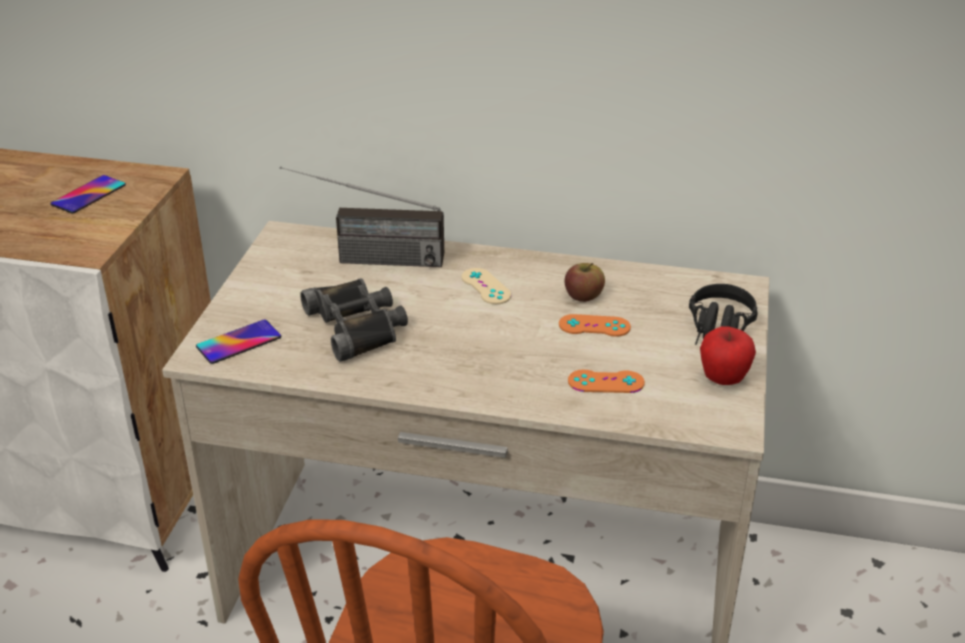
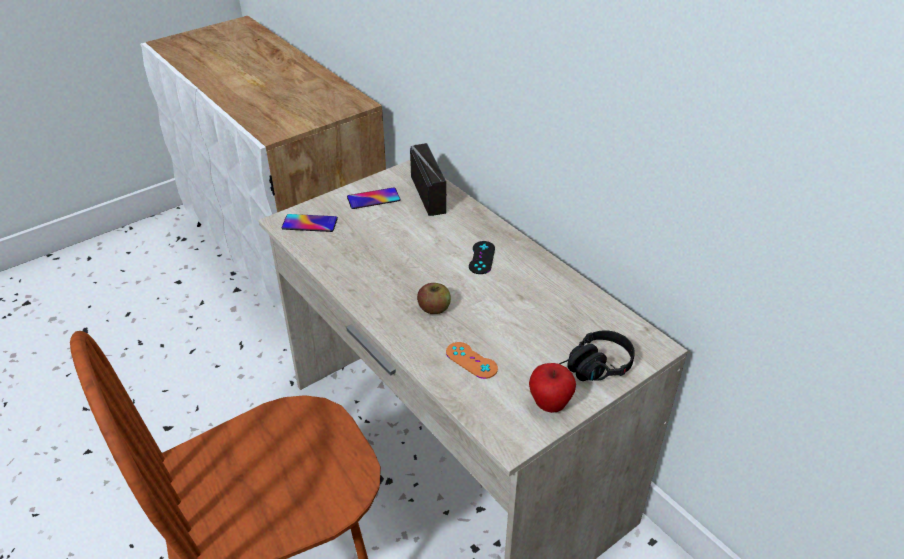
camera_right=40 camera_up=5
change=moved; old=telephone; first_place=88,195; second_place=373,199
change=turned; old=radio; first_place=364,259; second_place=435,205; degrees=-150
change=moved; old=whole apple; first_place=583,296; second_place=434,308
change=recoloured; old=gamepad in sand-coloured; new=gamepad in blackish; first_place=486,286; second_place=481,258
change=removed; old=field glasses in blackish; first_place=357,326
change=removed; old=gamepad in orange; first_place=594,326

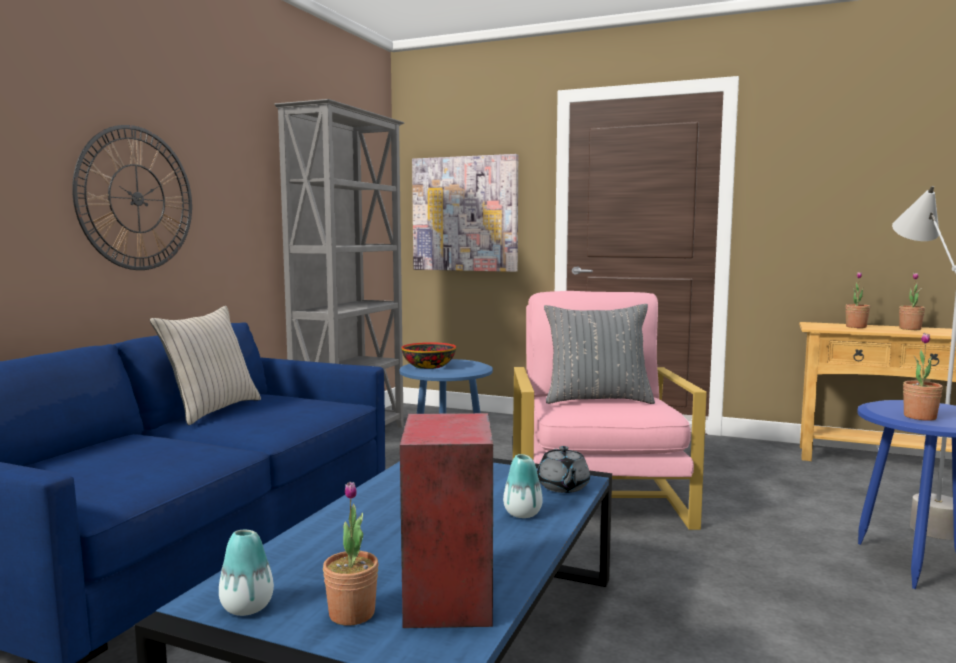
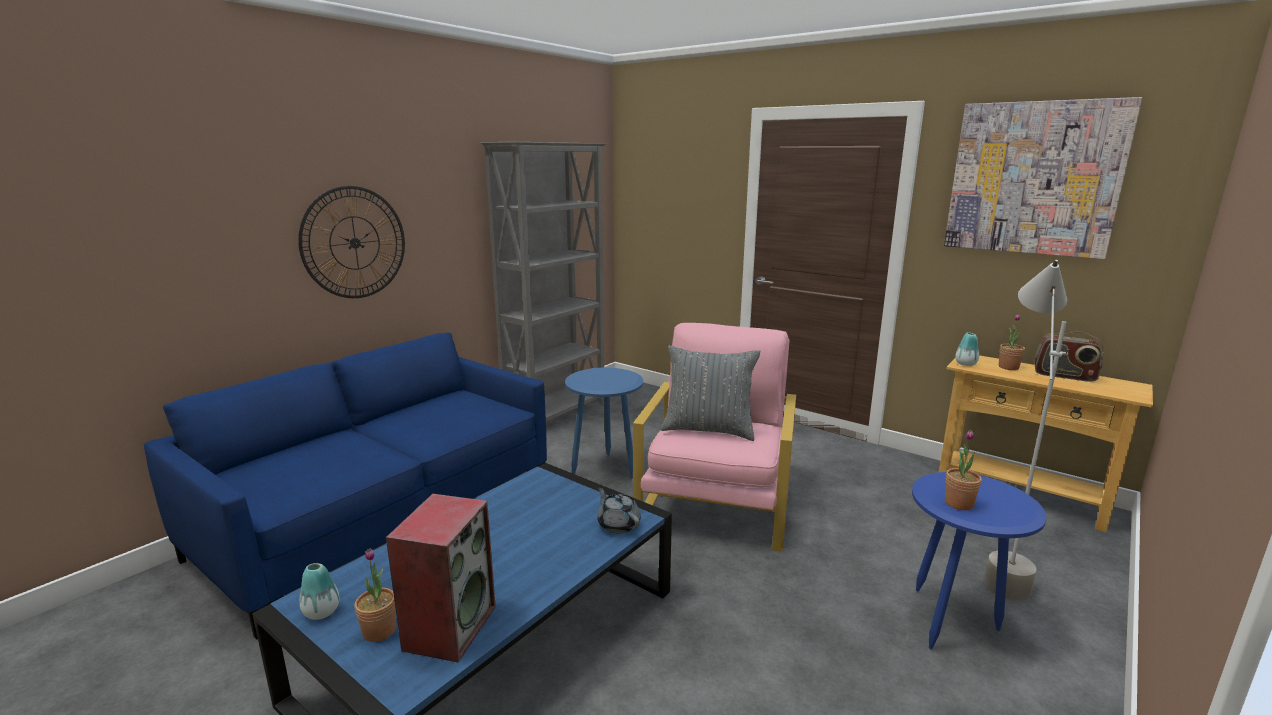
camera_right=15 camera_up=10
change=turned; old=tea pot in greyish; first_place=563,487; second_place=618,524; degrees=135
change=moved; old=wall picture; first_place=465,214; second_place=1034,178
change=moved; old=vase; first_place=522,514; second_place=965,364
change=replaced; old=plant in a pot; new=radio; first_place=910,329; second_place=1064,376
change=removed; old=throw pillow in sand-coloured; first_place=211,410
change=removed; old=serving bowl; first_place=429,366

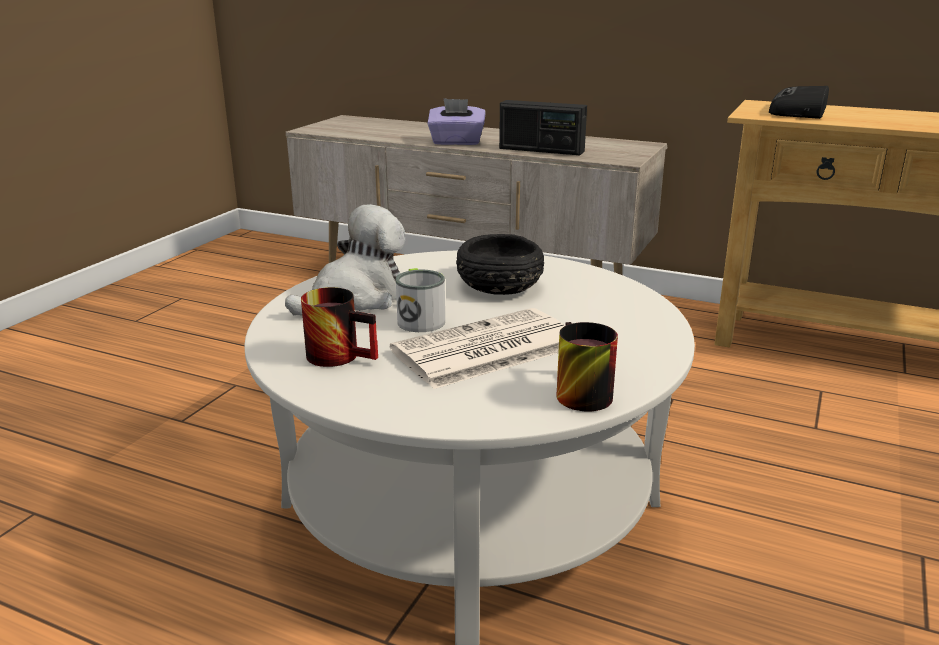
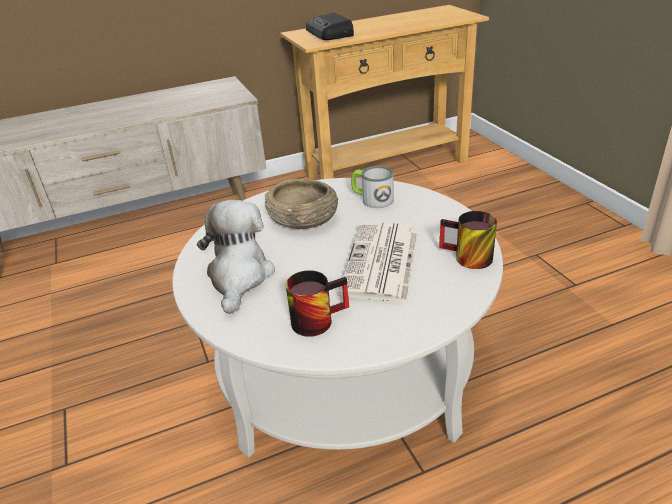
camera_right=-45 camera_up=10
change=recoloured; old=serving bowl in blackish; new=serving bowl in sand-coloured; first_place=498,284; second_place=302,218
change=moved; old=mug; first_place=419,318; second_place=372,199
change=removed; old=tissue box in purple-coloured; first_place=456,142
change=removed; old=radio; first_place=541,150

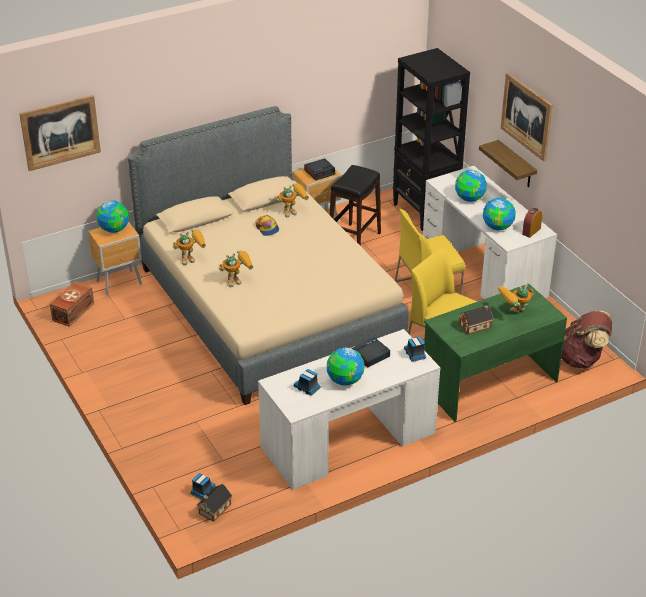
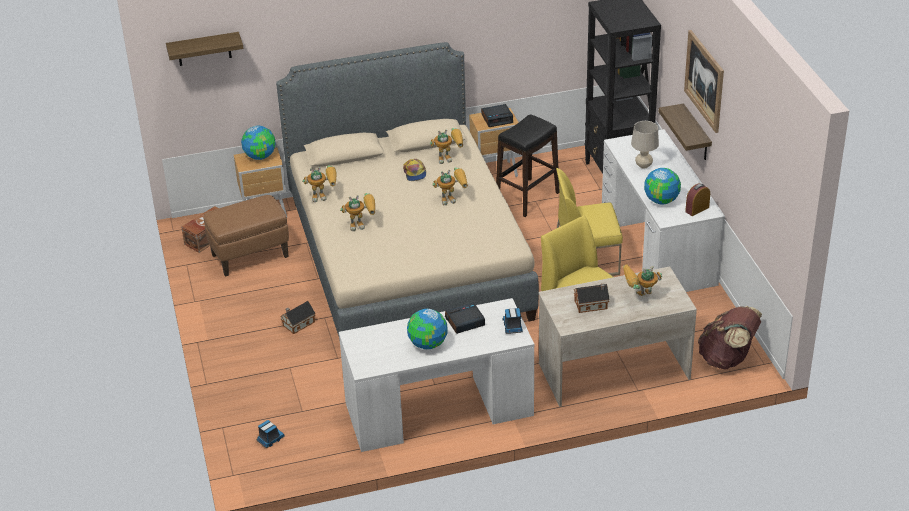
camera_right=15 camera_up=0
change=replaced; old=wall picture; new=bracket shelf; first_place=60,132; second_place=204,49
change=added; new=footrest in brown; second_place=250,256
change=moved; old=miniature house; first_place=214,509; second_place=297,324
change=added; new=model robot; second_place=452,198
change=recoloured; old=desk in greenish; new=desk in sand-coloured; first_place=489,383; second_place=613,370
change=replaced; old=globe; new=lamp for a table in sand-coloured; first_place=469,199; second_place=643,165
change=removed; old=toy lorry; first_place=307,388

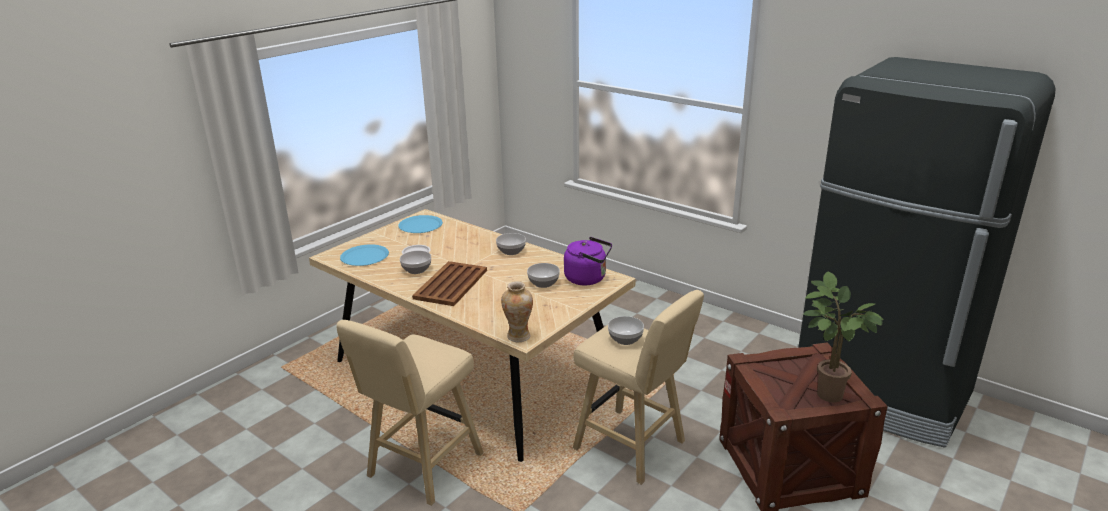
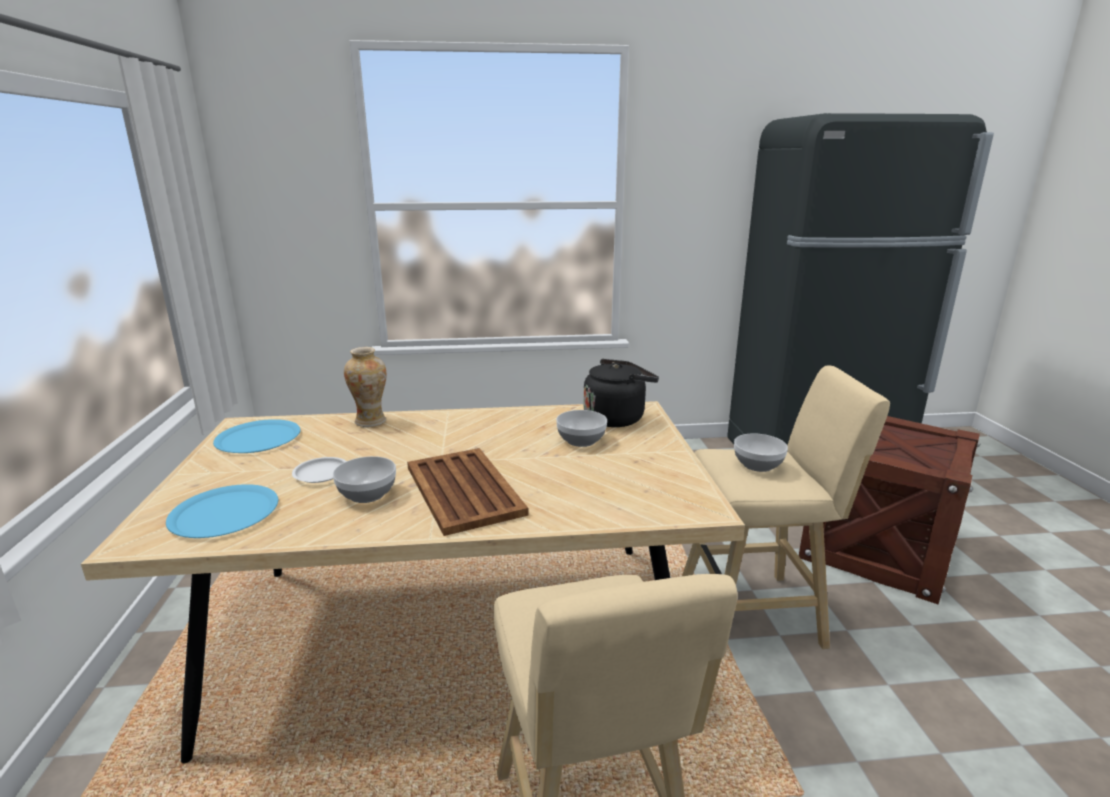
camera_right=-45 camera_up=-5
change=moved; old=vase; first_place=518,336; second_place=370,421
change=recoloured; old=water kettle in purple-coloured; new=water kettle in blackish; first_place=588,278; second_place=617,418
change=removed; old=serving bowl; first_place=511,251
change=removed; old=plant in a pot; first_place=824,394

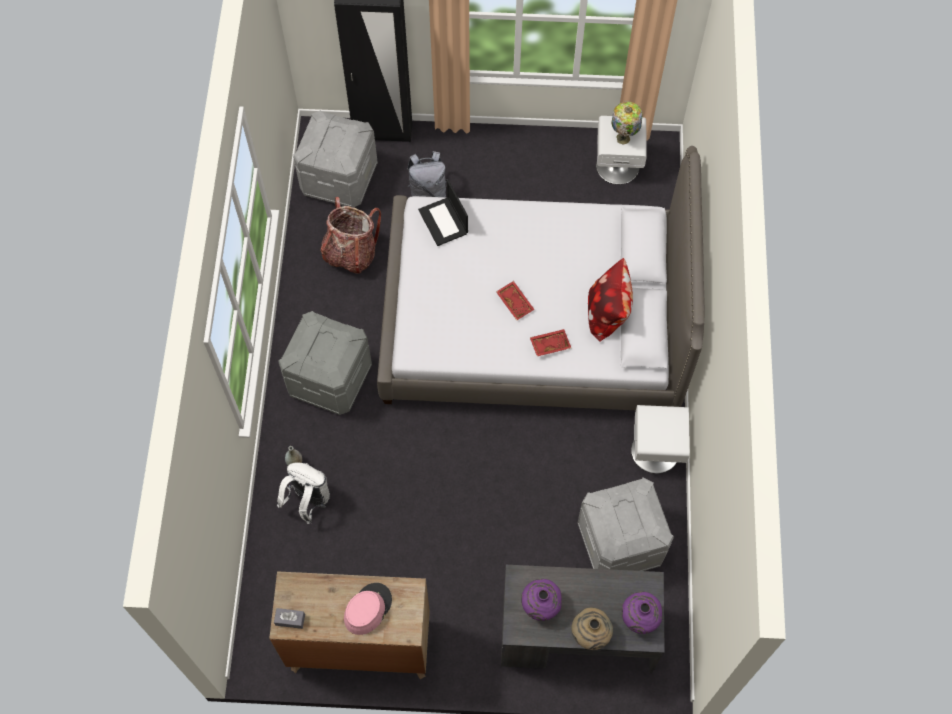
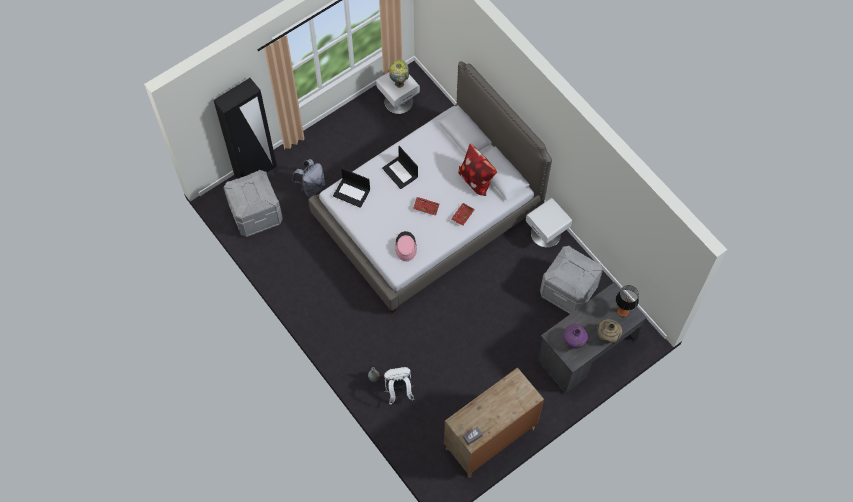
camera_right=-40 camera_up=0
change=added; new=notebook computer; second_place=400,172
change=moved; old=wearable hat in pinkish; first_place=367,608; second_place=405,246
change=replaced; old=vase in purple-coloured; new=lamp for a table; first_place=639,618; second_place=622,311
change=removed; old=storage box in greyish; first_place=329,378
change=removed; old=backpack; first_place=350,253

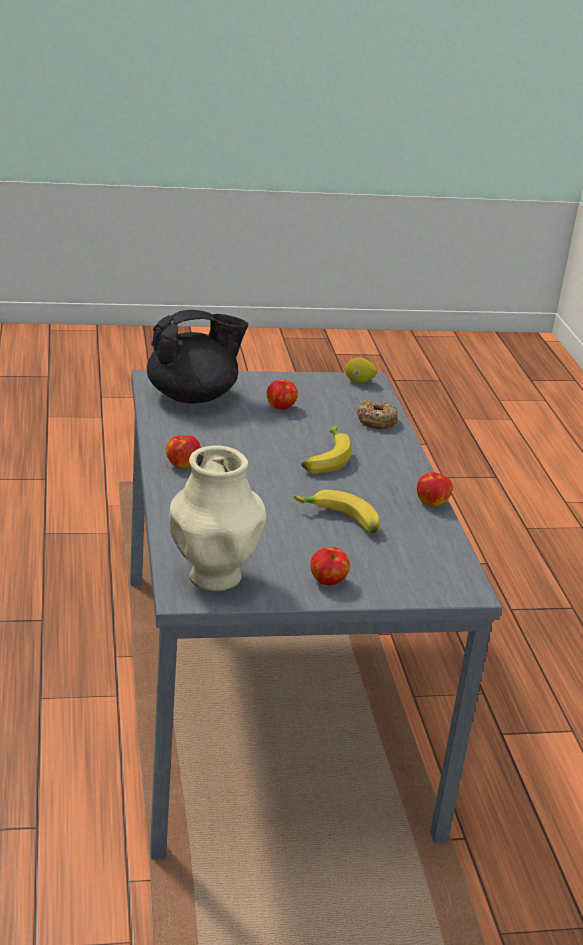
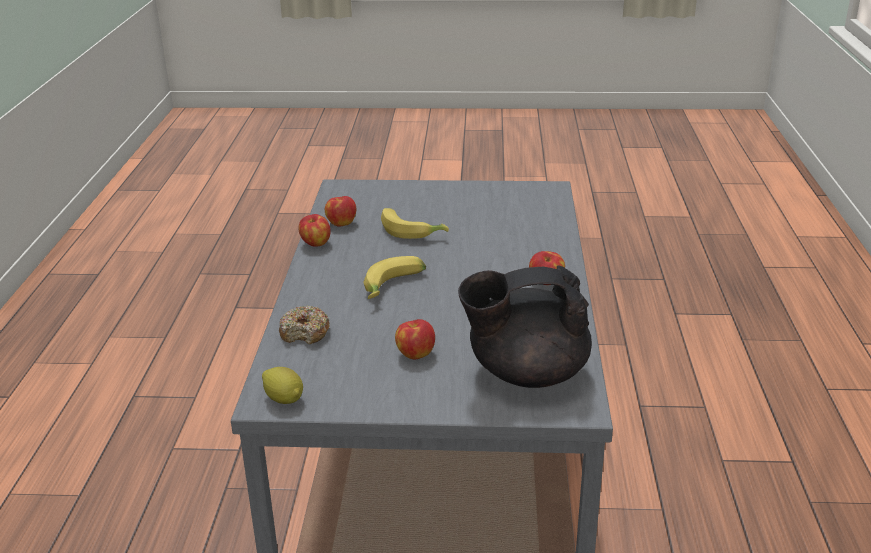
camera_right=-165 camera_up=0
change=moved; old=whole apple; first_place=328,582; second_place=341,223
change=removed; old=vase in sand-coloured; first_place=213,577

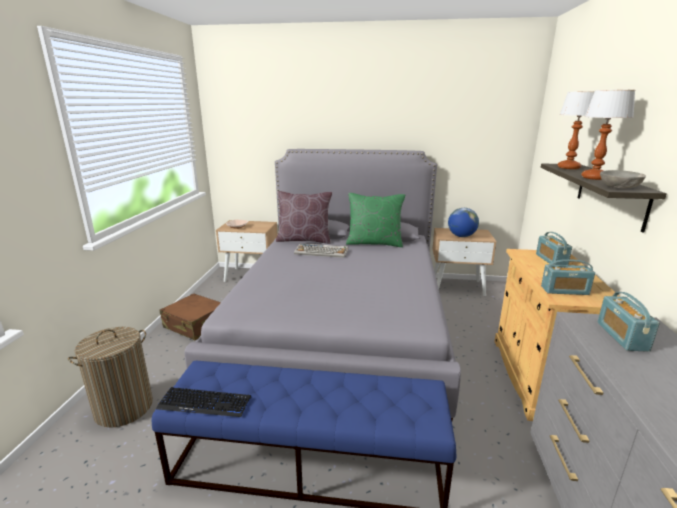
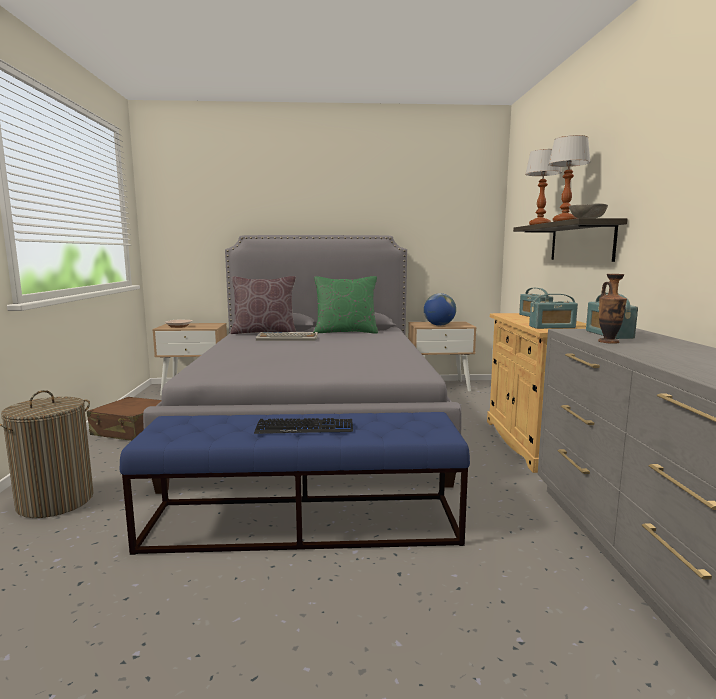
camera_right=-10 camera_up=-10
change=moved; old=computer keyboard; first_place=205,403; second_place=304,428
change=added; new=vase; second_place=608,342

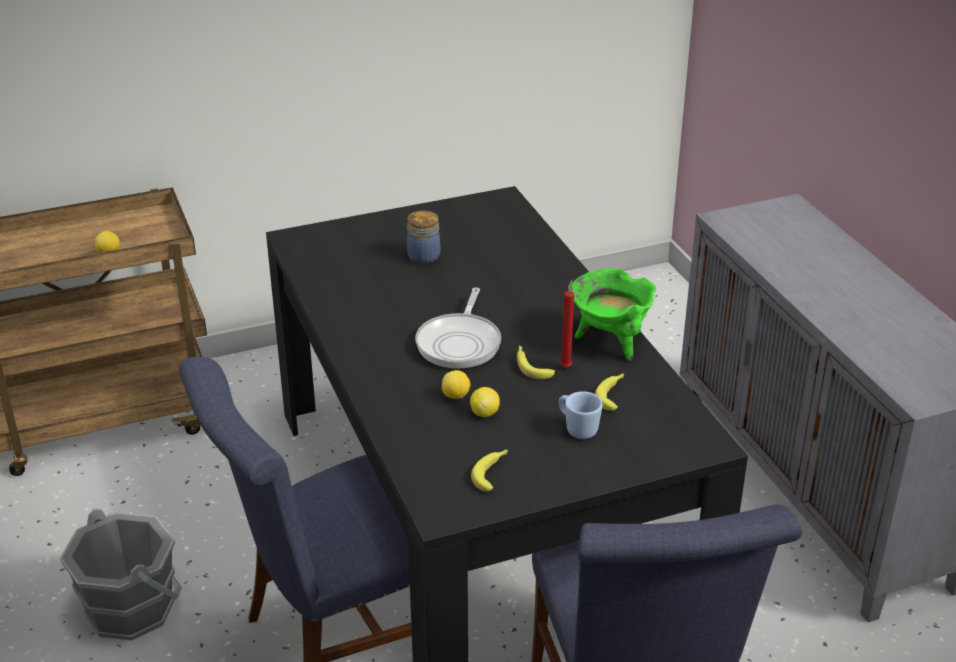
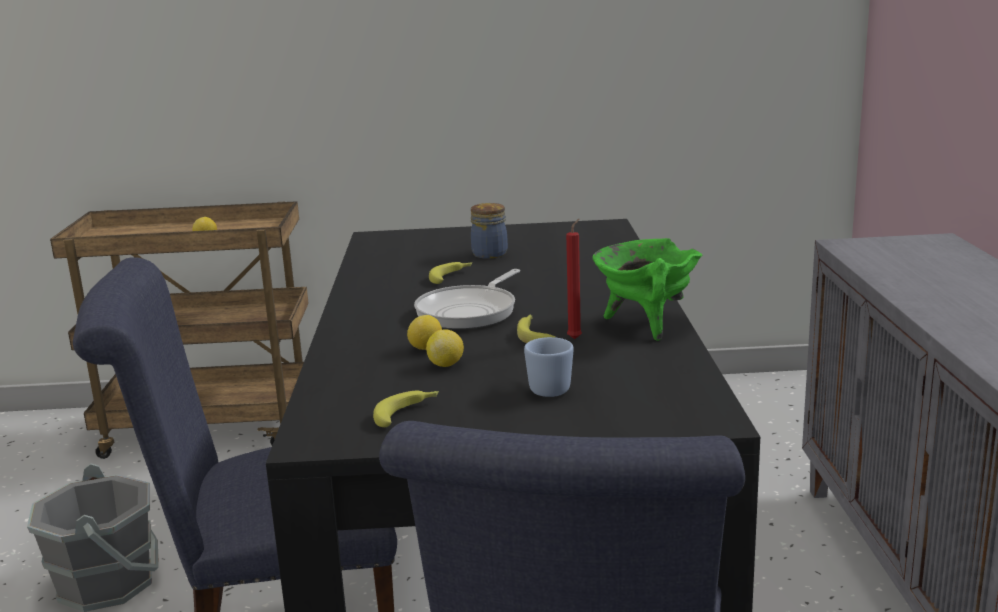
camera_right=20 camera_up=-15
change=moved; old=whole banana; first_place=612,394; second_place=451,277

